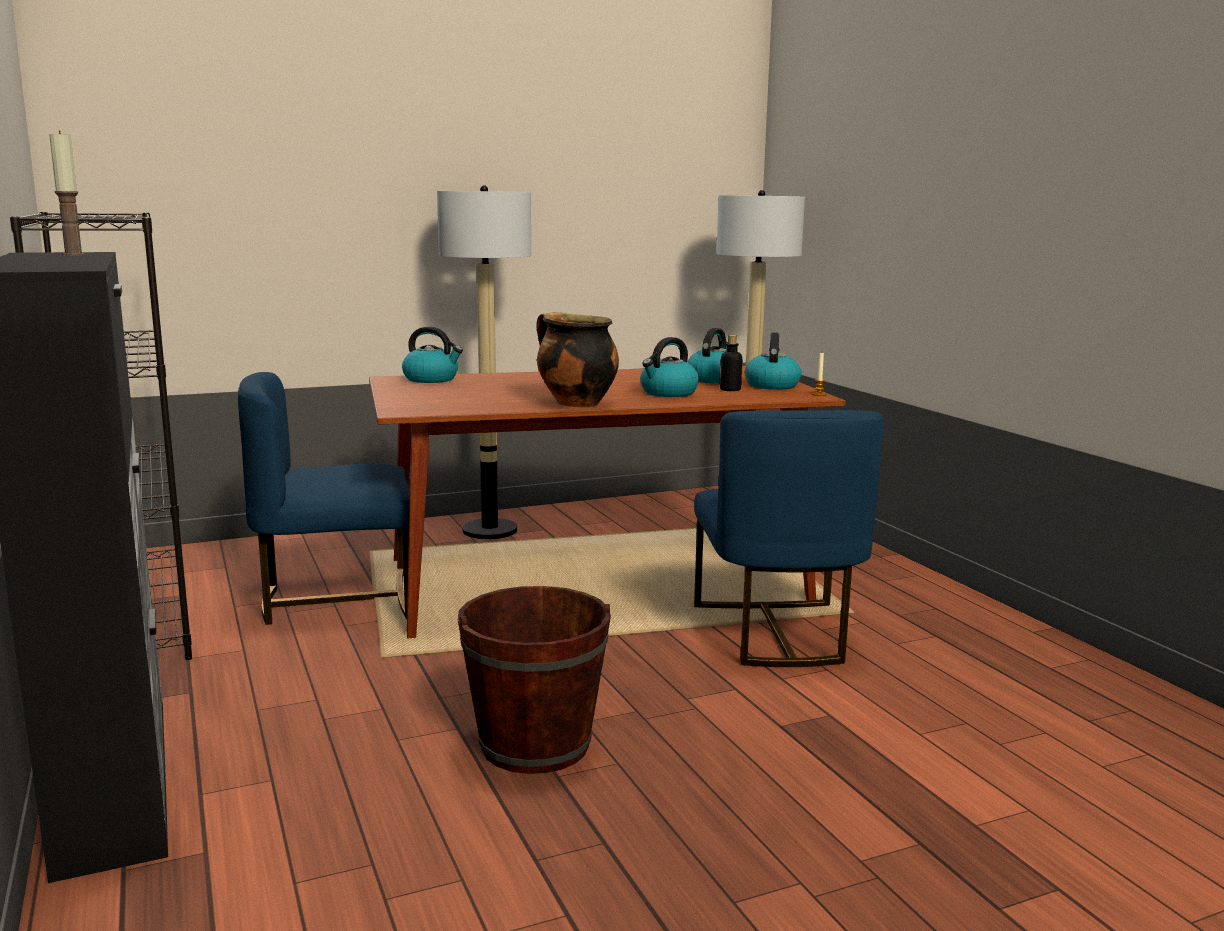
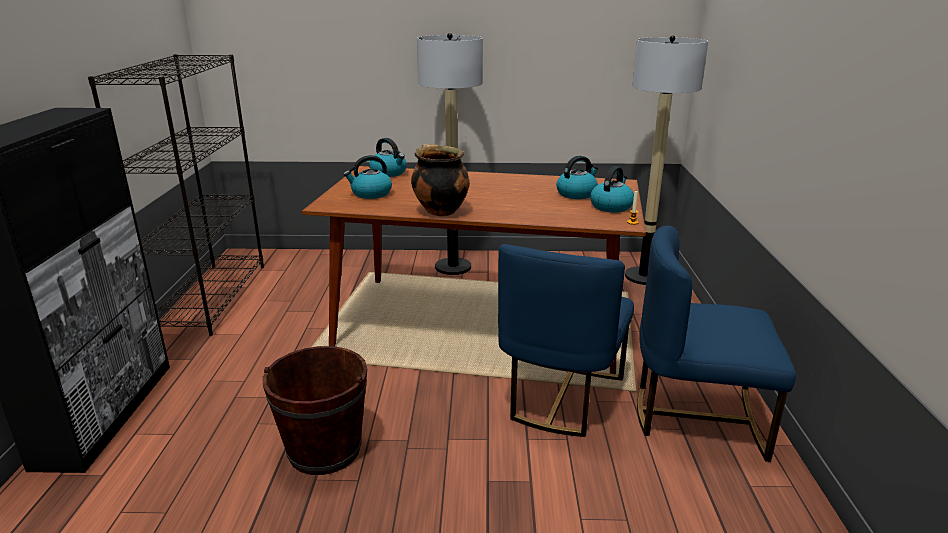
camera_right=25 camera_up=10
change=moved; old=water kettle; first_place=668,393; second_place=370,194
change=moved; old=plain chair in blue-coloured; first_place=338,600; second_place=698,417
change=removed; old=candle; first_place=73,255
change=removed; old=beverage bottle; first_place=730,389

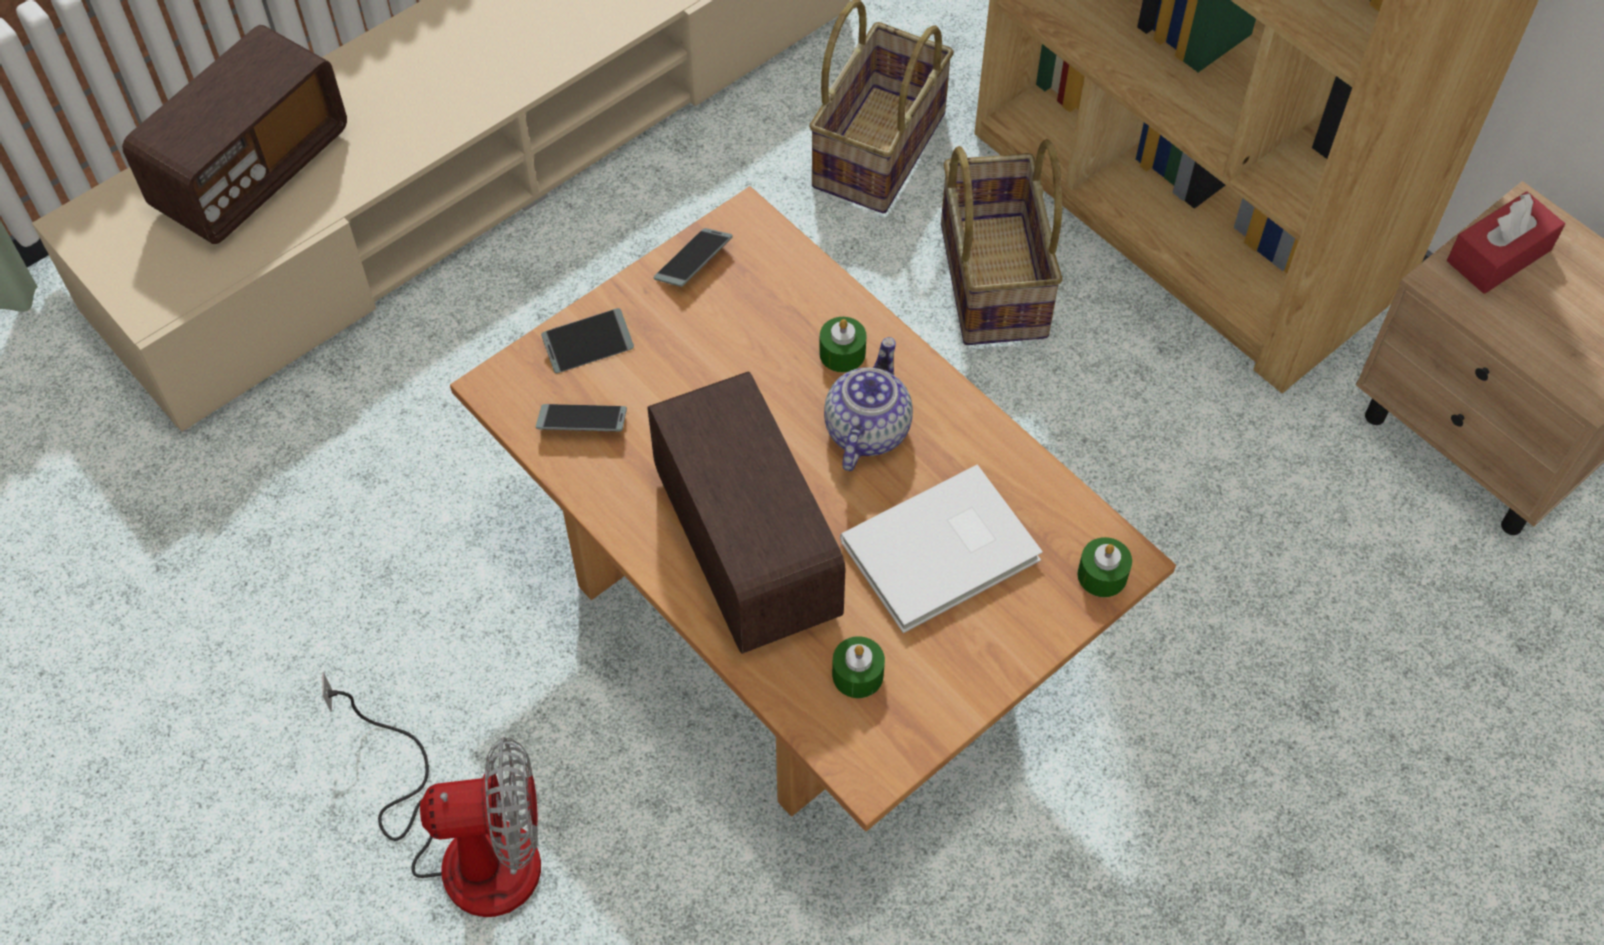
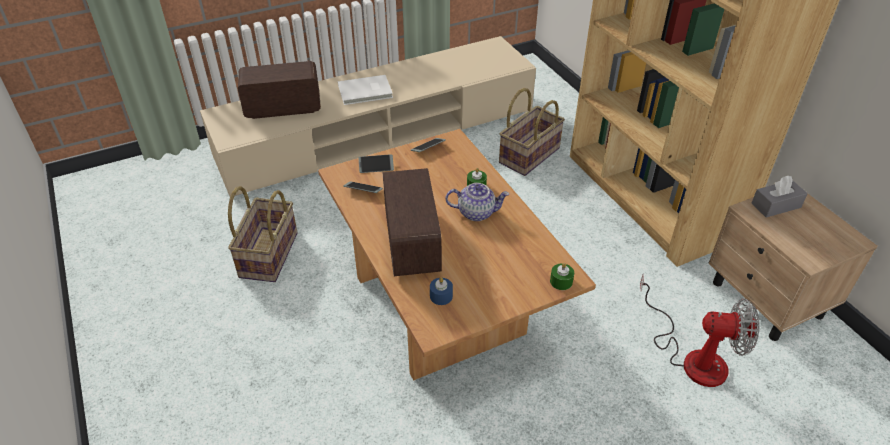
camera_right=15 camera_up=-15
change=moved; old=storage basket; first_place=990,279; second_place=267,254
change=turned; old=radio; first_place=252,172; second_place=283,108; degrees=-150
change=moved; old=bound book in whitish; first_place=945,553; second_place=366,92
change=recoloured; old=candle in greenish; new=candle in blue-coloured; first_place=857,674; second_place=441,296
change=turned; old=tea pot; first_place=866,429; second_place=476,212; degrees=60
change=moved; old=electric fan; first_place=467,842; second_place=693,356
change=recoloured; old=tissue box in red-coloured; new=tissue box in greyish; first_place=1498,255; second_place=776,205

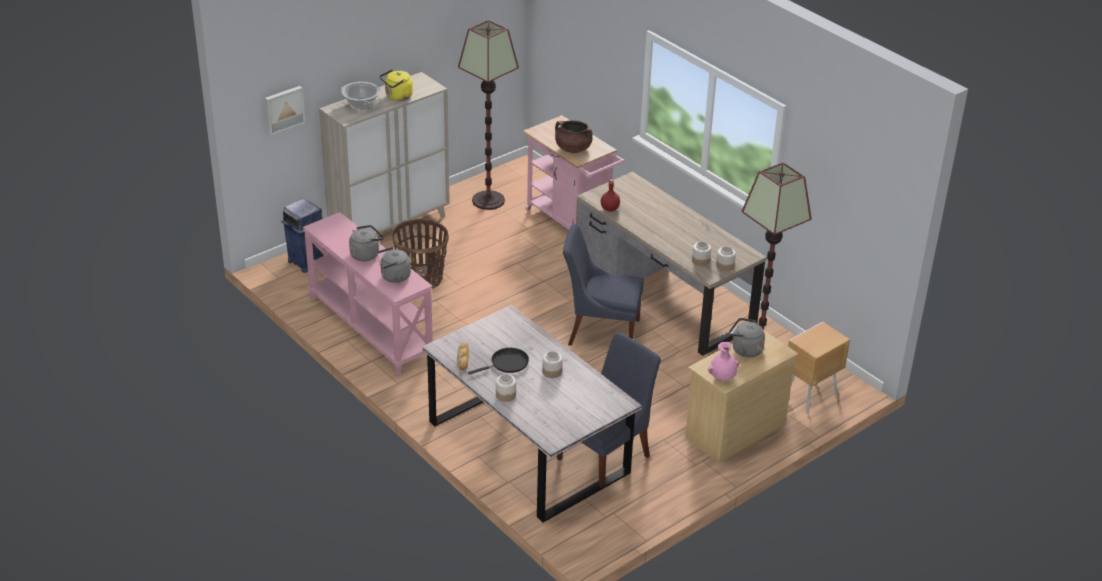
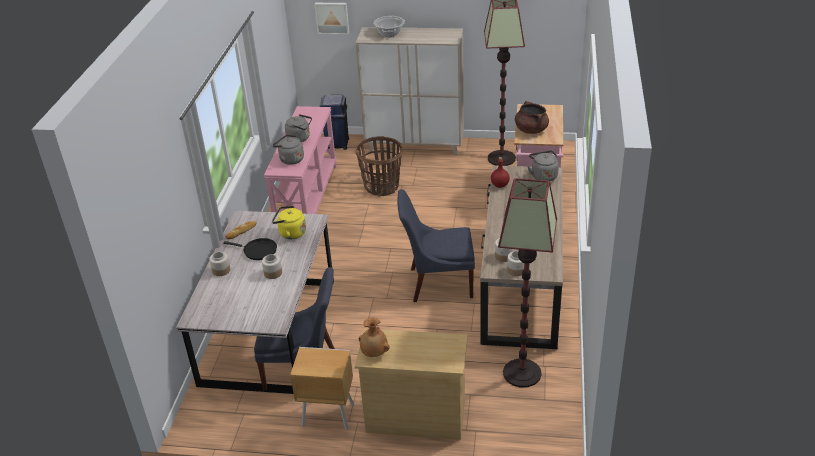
camera_right=50 camera_up=0
change=moved; old=water kettle in yellow-coloured; first_place=397,97; second_place=290,233
change=moved; old=night table in brown; first_place=809,396; second_place=327,415
change=recoloured; old=vase in pinkish; new=vase in brown; first_place=723,377; second_place=374,352
change=turned; old=plain chair in blue-coloured; first_place=600,331; second_place=437,283; degrees=-60
change=moved; old=water kettle in greyish; first_place=744,349; second_place=543,176

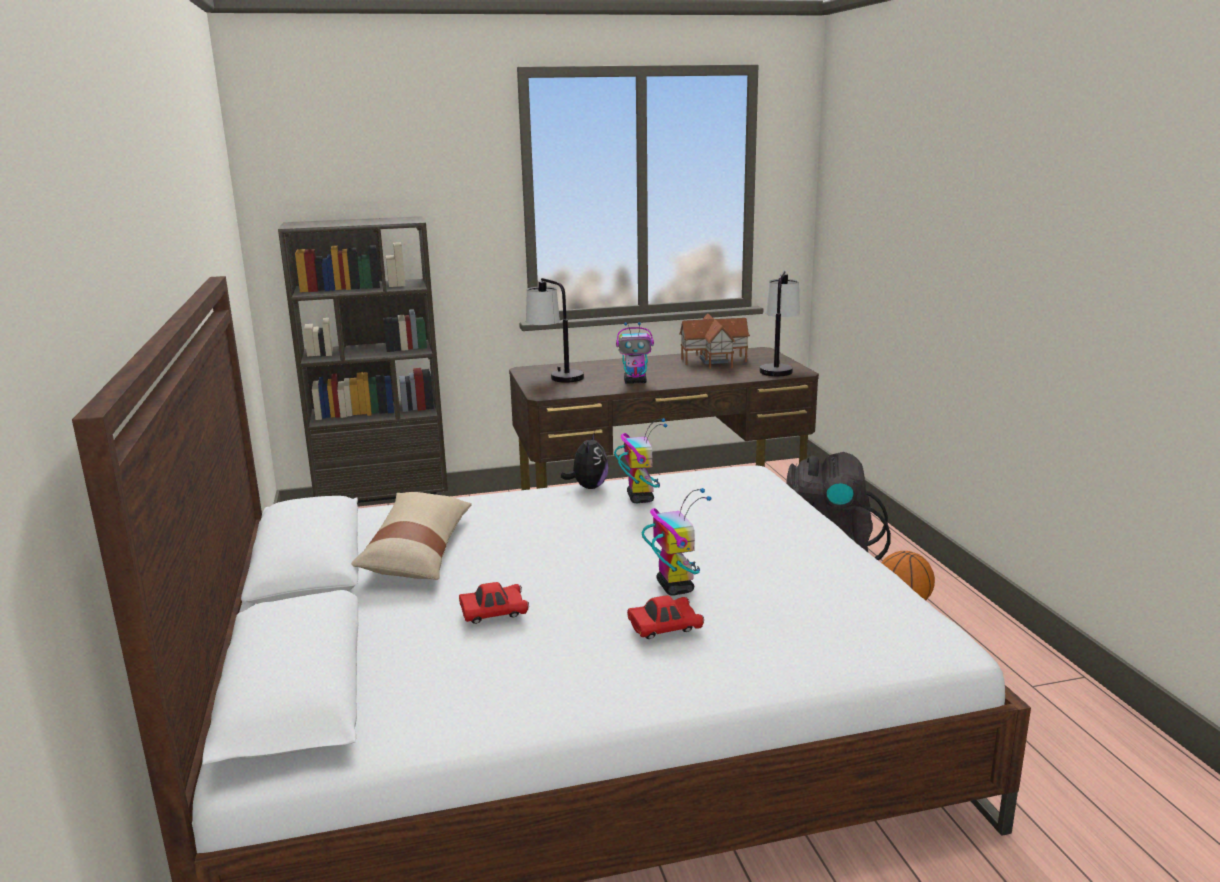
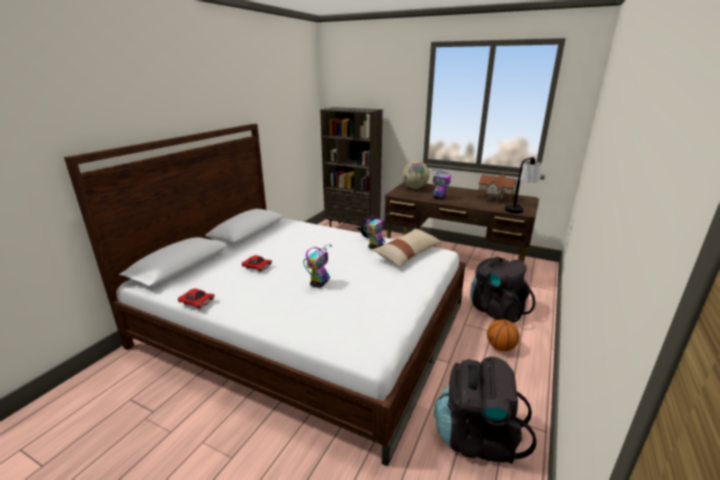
camera_right=40 camera_up=5
change=moved; old=miniature car in red-coloured; first_place=664,629; second_place=197,303
change=moved; old=throw pillow in sand-coloured; first_place=417,551; second_place=407,254
change=replaced; old=lamp for a table; new=globe; first_place=555,375; second_place=414,188
change=added; new=backpack in blackish; second_place=477,437

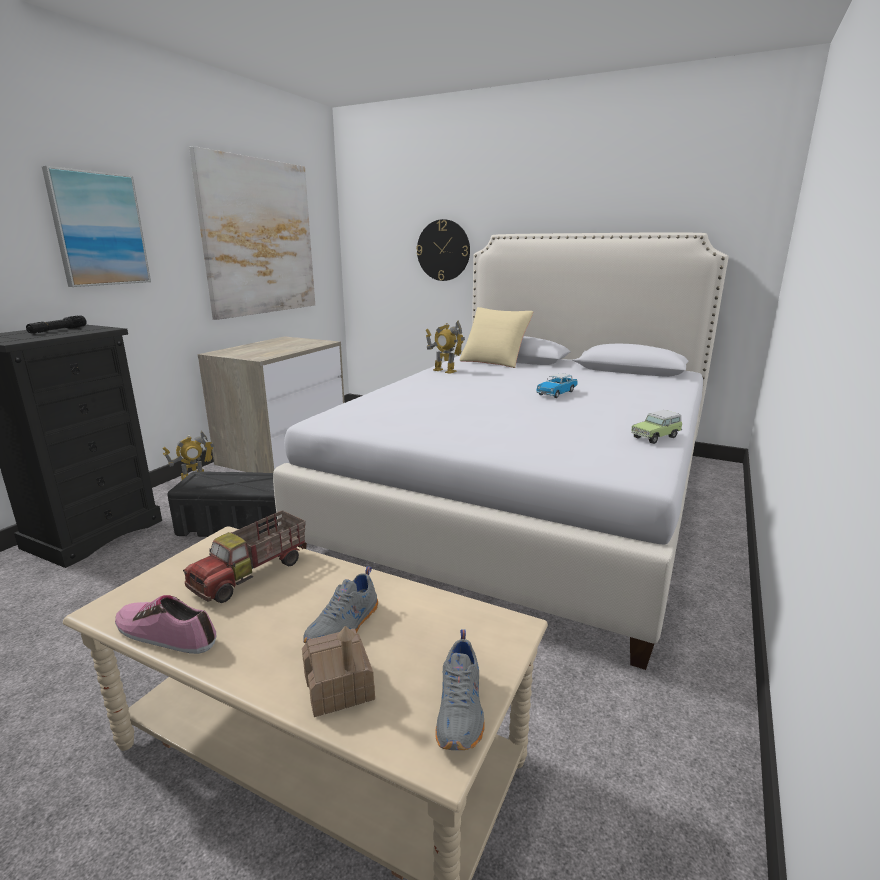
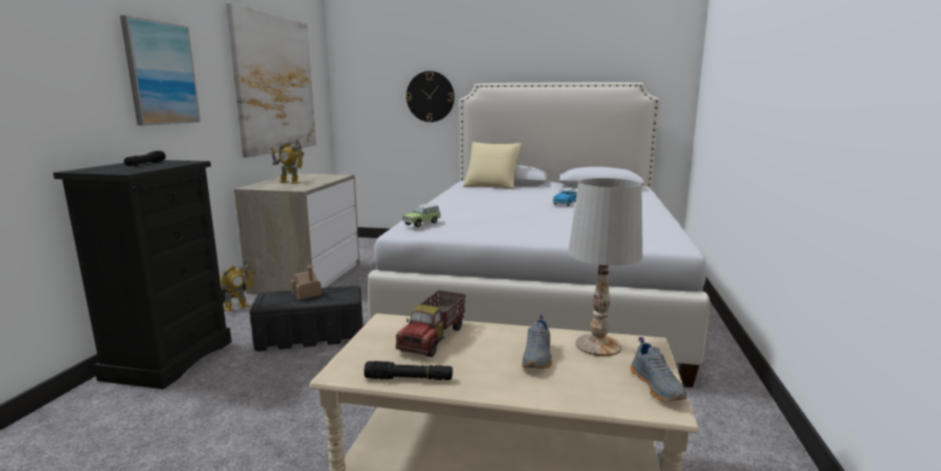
camera_right=-15 camera_up=-5
change=moved; old=model robot; first_place=444,371; second_place=289,182
change=moved; old=miniature house; first_place=339,687; second_place=306,294
change=replaced; old=item of footwear; new=flashlight in blackish; first_place=166,633; second_place=409,379
change=moved; old=miniature car; first_place=656,437; second_place=423,223
change=added; new=lamp for a table in whitish; second_place=597,345

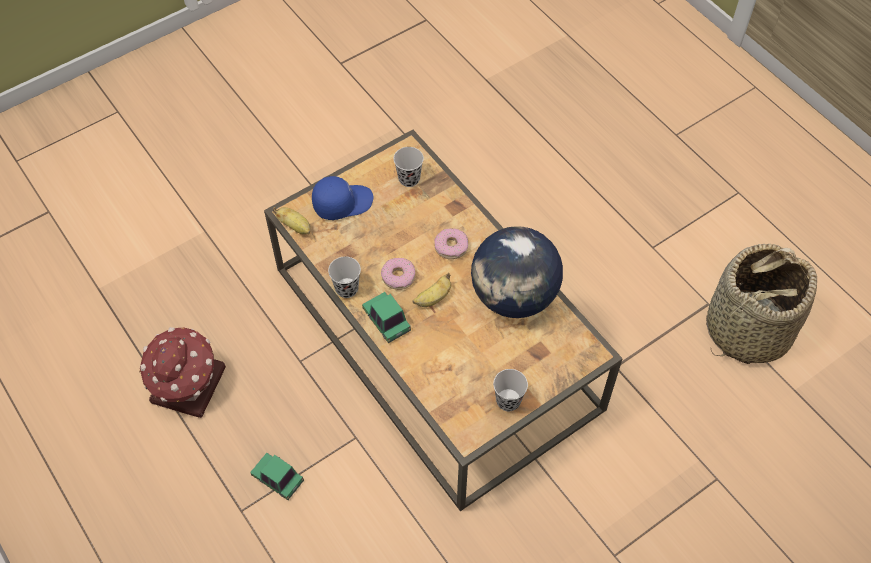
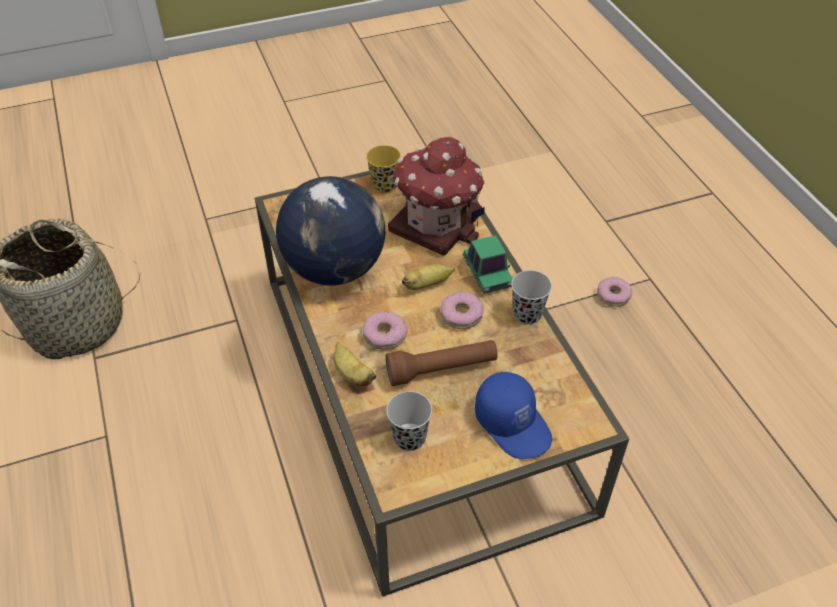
camera_right=-165 camera_up=-10
change=moved; old=whole banana; first_place=295,227; second_place=352,374
change=recoloured; old=drinking cup in blackish; new=drinking cup in yellow-coloured; first_place=508,401; second_place=384,186
change=added; new=flashlight in brown; second_place=441,370
change=moved; old=miniature house; first_place=187,386; second_place=437,223
change=turned; old=peaked cap in blue-coloured; first_place=342,202; second_place=514,423; degrees=-120
change=replaced; old=miniature car; new=ring doughnut; first_place=278,479; second_place=613,295

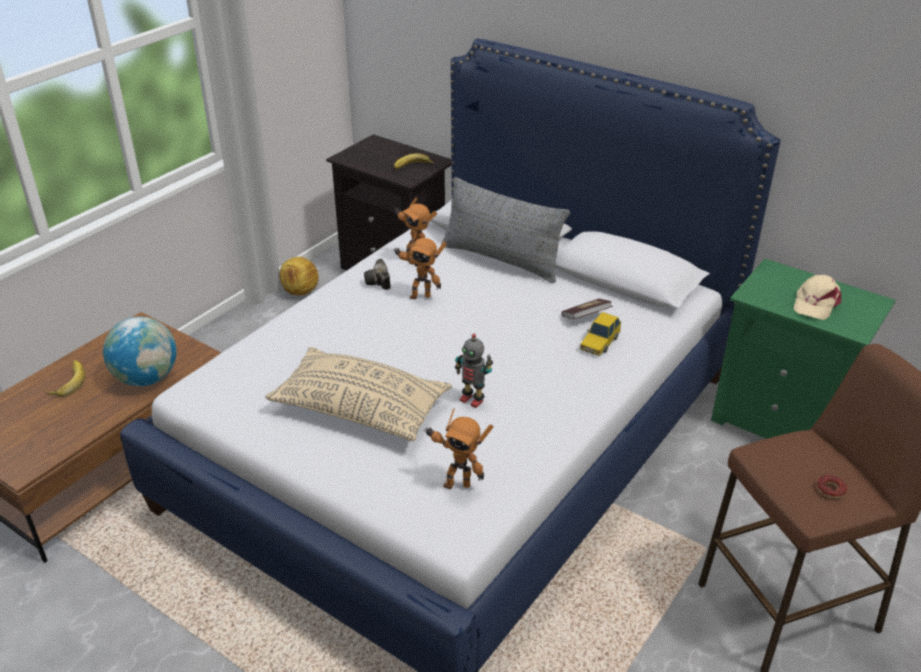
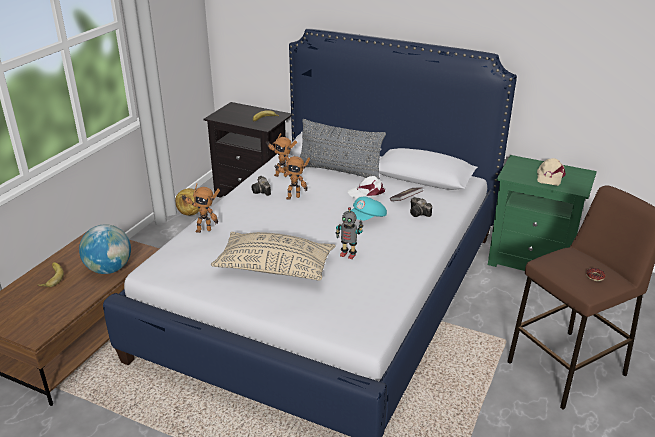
camera_right=-10 camera_up=-5
change=moved; old=model robot; first_place=457,483; second_place=203,230
change=added; new=peaked cap in whitish; second_place=367,192
change=added; new=peaked cap in turquoise-coloured; second_place=367,218
change=replaced; old=miniature car; new=still camera; first_place=599,342; second_place=419,213

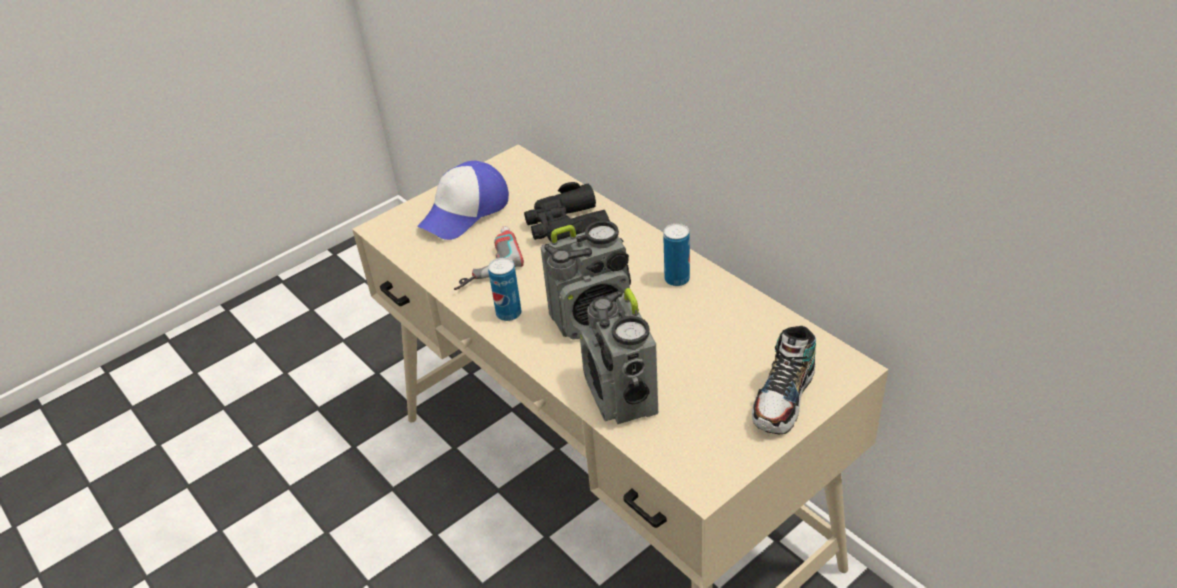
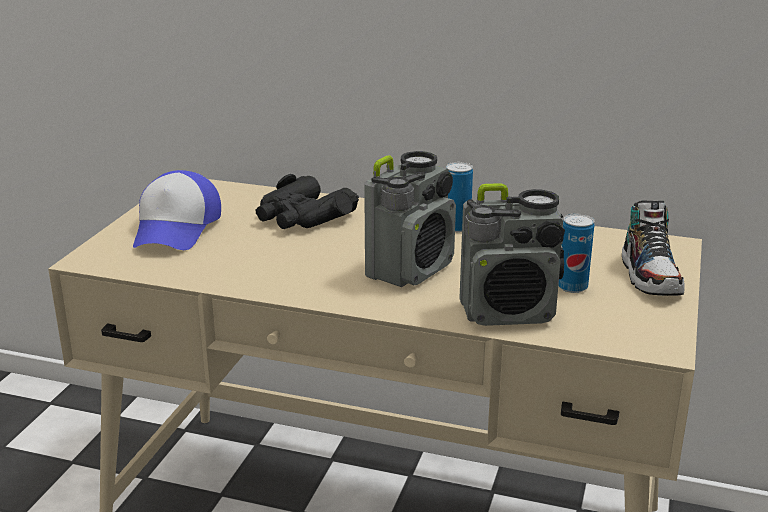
camera_right=-35 camera_up=-15
change=turned; old=radio; first_place=621,396; second_place=509,312; degrees=-45
change=moved; old=metal can; first_place=509,313; second_place=572,287
change=removed; old=drill; first_place=484,262

